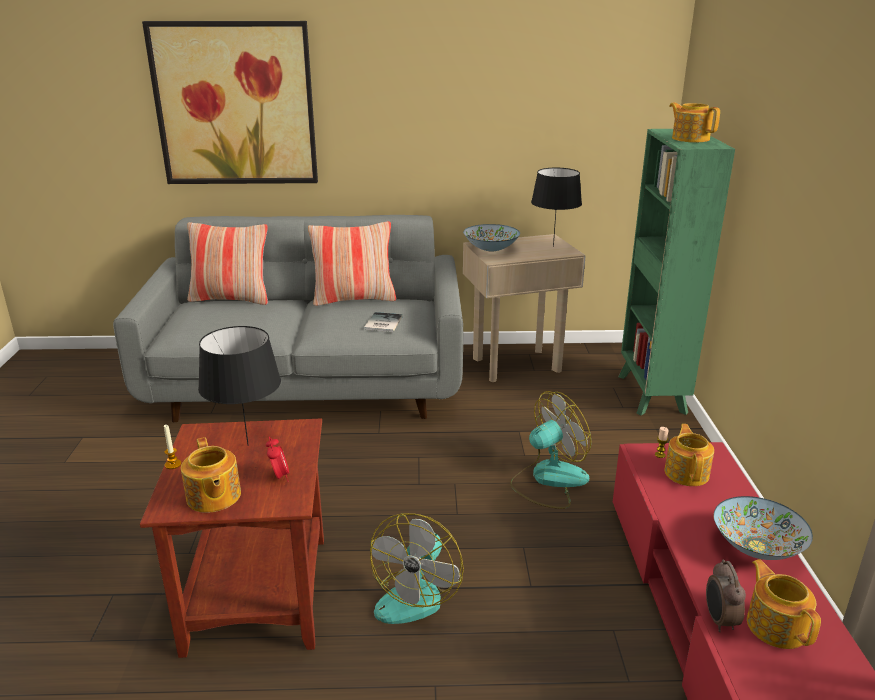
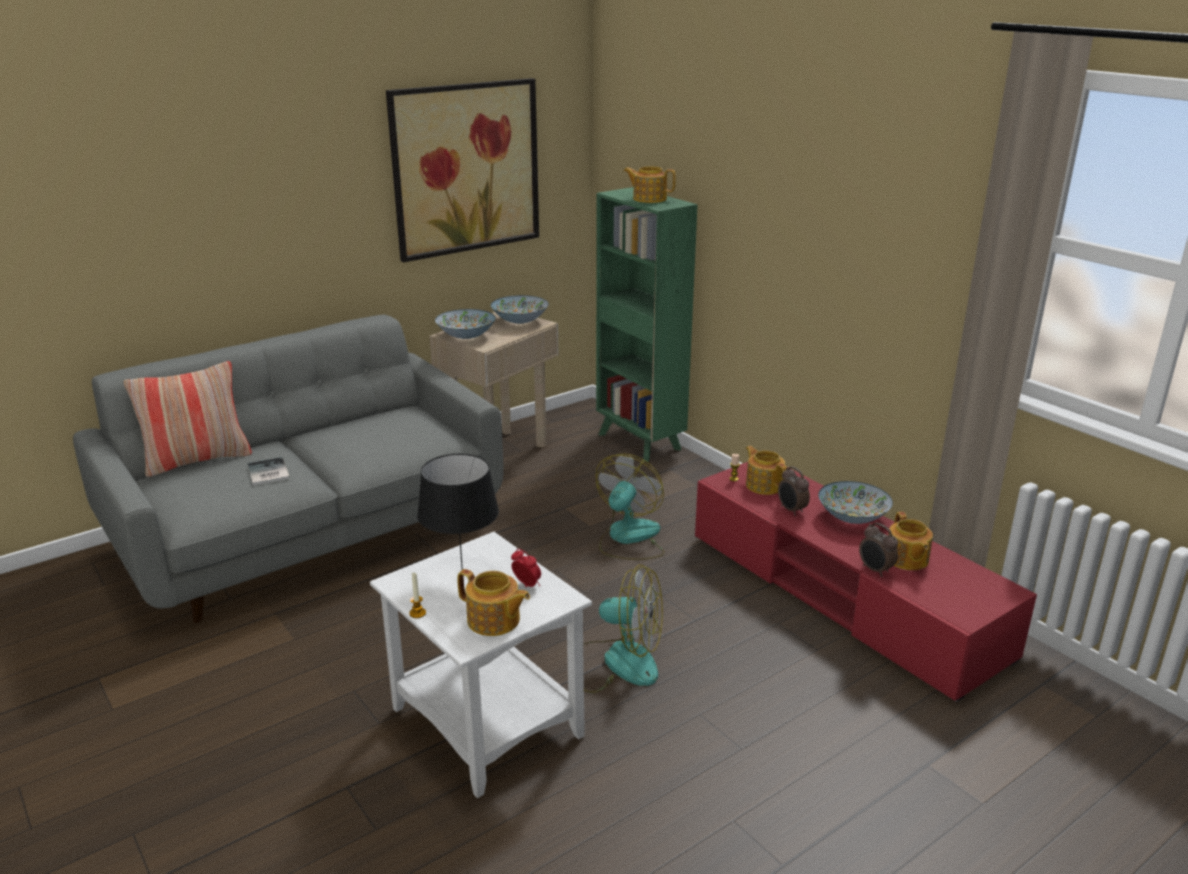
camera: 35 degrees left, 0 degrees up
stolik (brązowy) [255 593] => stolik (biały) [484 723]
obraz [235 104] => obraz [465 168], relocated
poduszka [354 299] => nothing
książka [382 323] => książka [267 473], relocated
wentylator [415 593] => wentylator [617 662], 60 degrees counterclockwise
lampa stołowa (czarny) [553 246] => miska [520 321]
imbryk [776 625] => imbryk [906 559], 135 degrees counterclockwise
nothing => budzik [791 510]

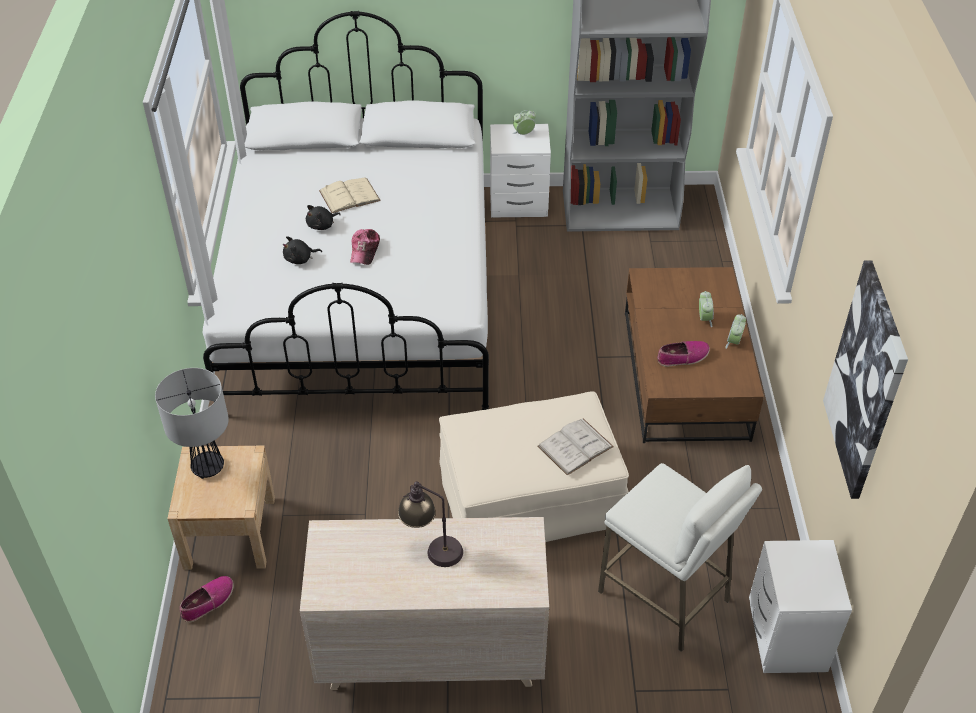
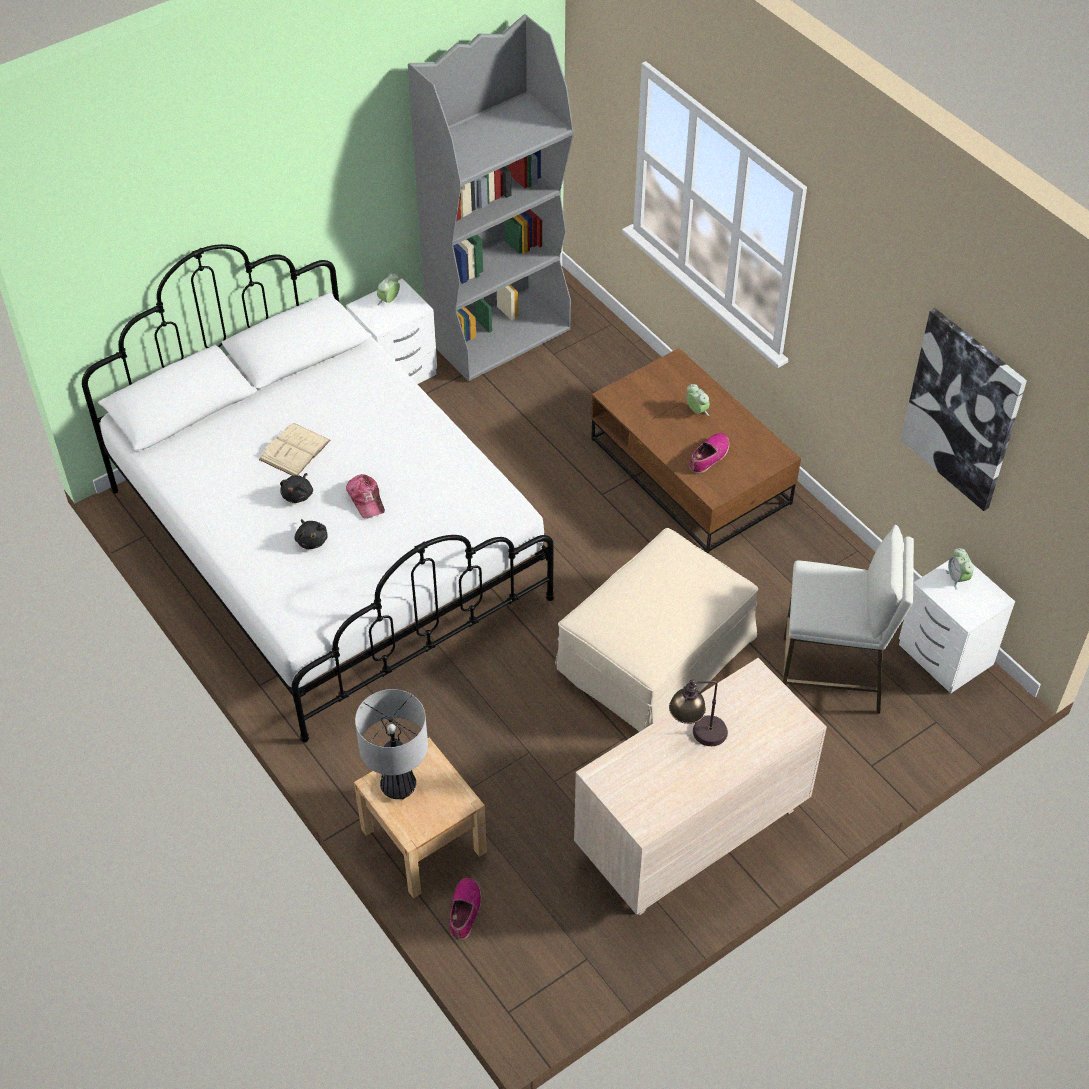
camera: 35 degrees left, 5 degrees up
pluszak (czarny) [300 259] => pluszak (czarny) [311 540], 60 degrees counterclockwise
książka (biały) [575 446] => nothing
budzik [734 342] => budzik [957 578], relocated

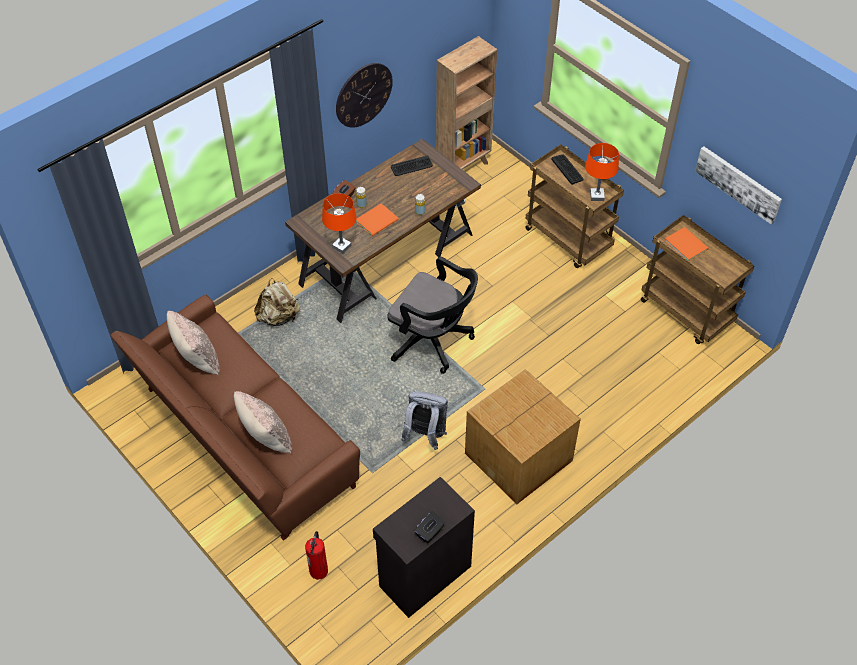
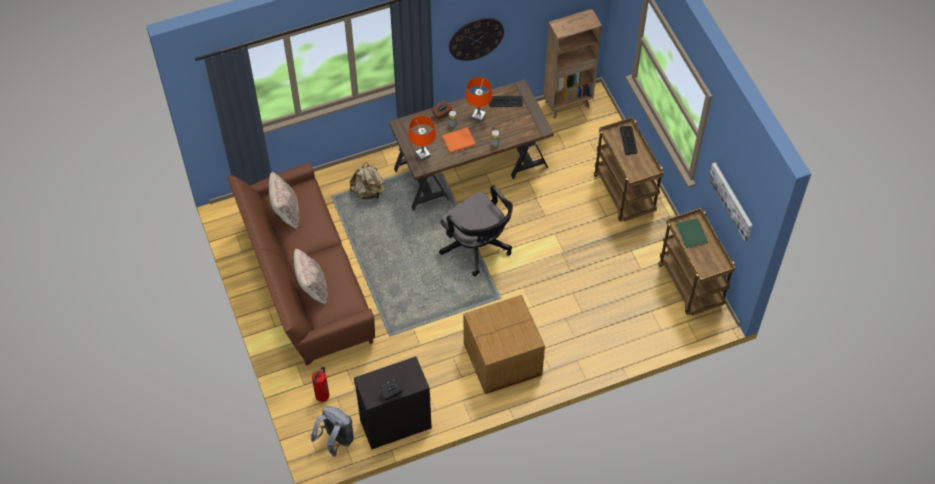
camera: 20 degrees right, 5 degrees up
plecak (szary) [425 435] => plecak (szary) [336 440], relocated
lampa stołowa (pomarańczowy) [597 196] => lampa stołowa (pomarańczowy) [478 116], relocated
książka (pomarańczowy) [686 244] => książka (zielony) [692 232]

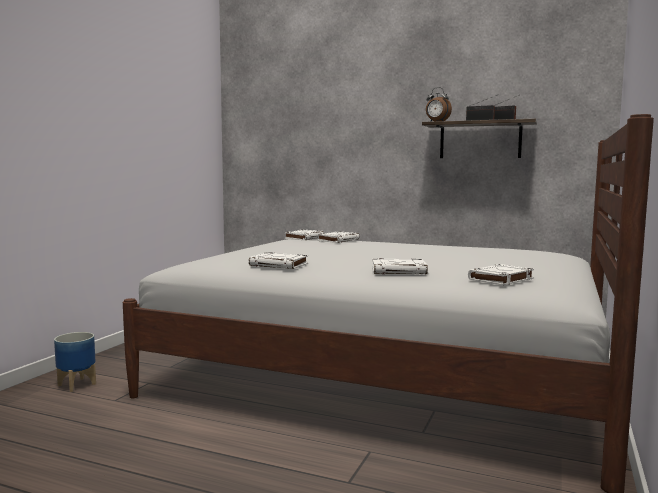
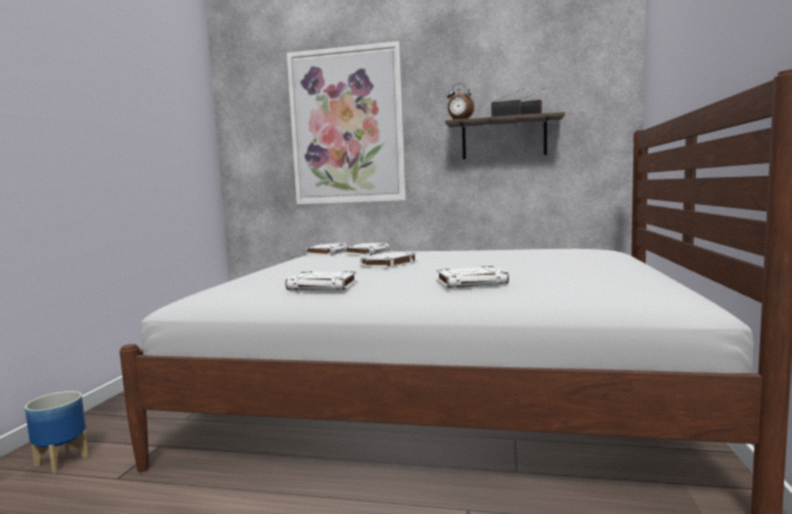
camera: 10 degrees left, 0 degrees up
książka (biały) [500 279] => książka (biały) [388 264], relocated
nothing => obraz [347 126]

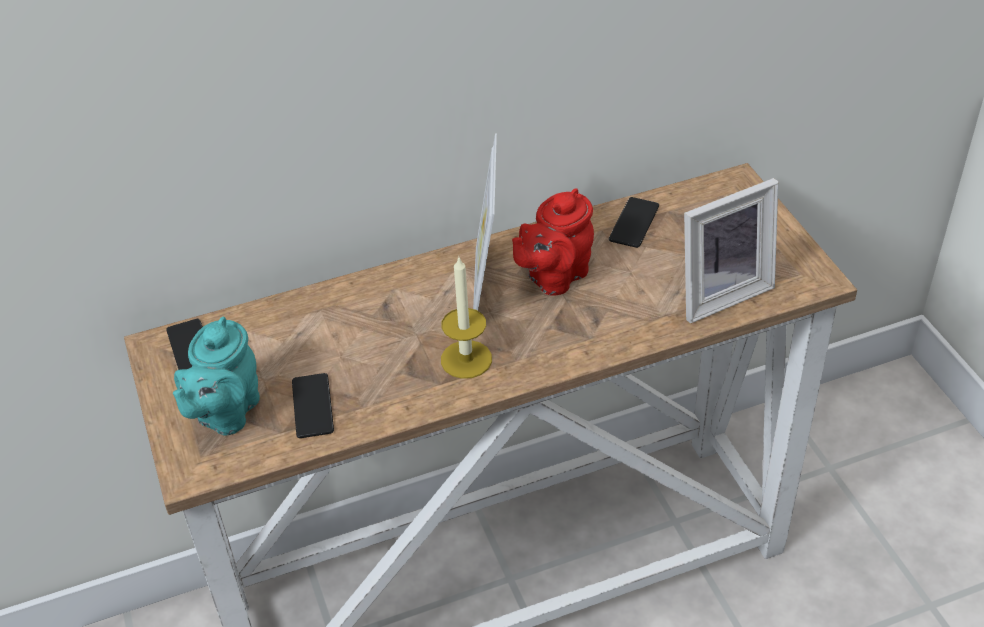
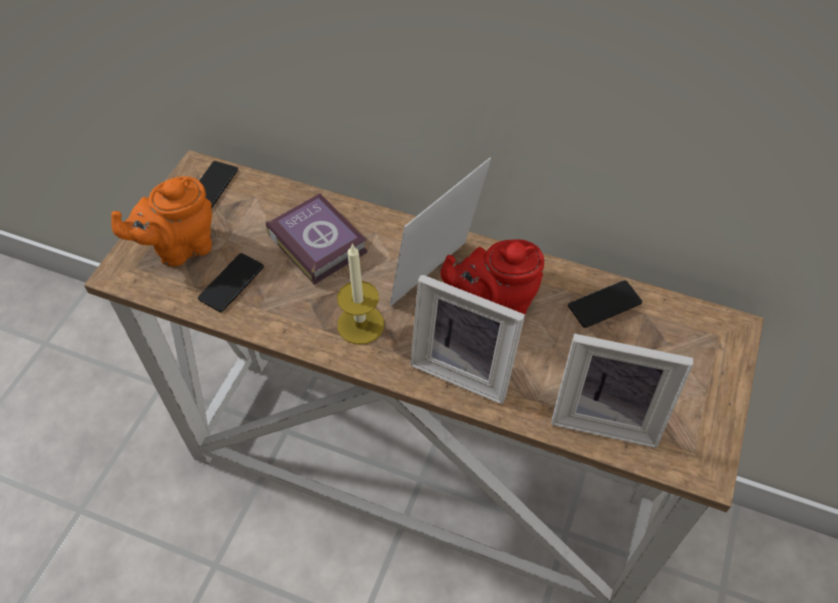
camera: 40 degrees right, 10 degrees up
imbryk (turkusowy) [225 413] => imbryk (pomarańczowy) [180 248]
nothing => książka [317 241]
nothing => ramka na zdjęcie [464 367]

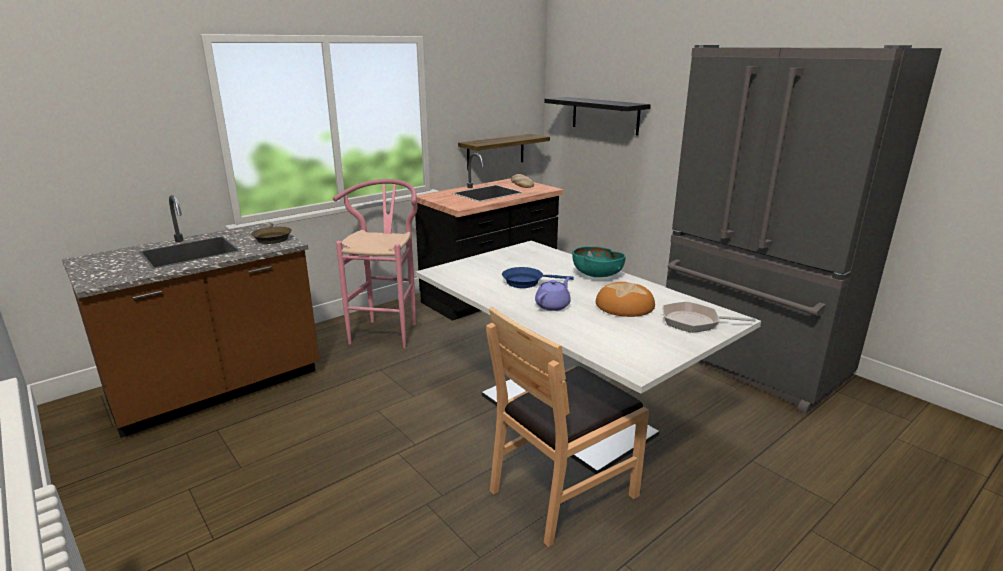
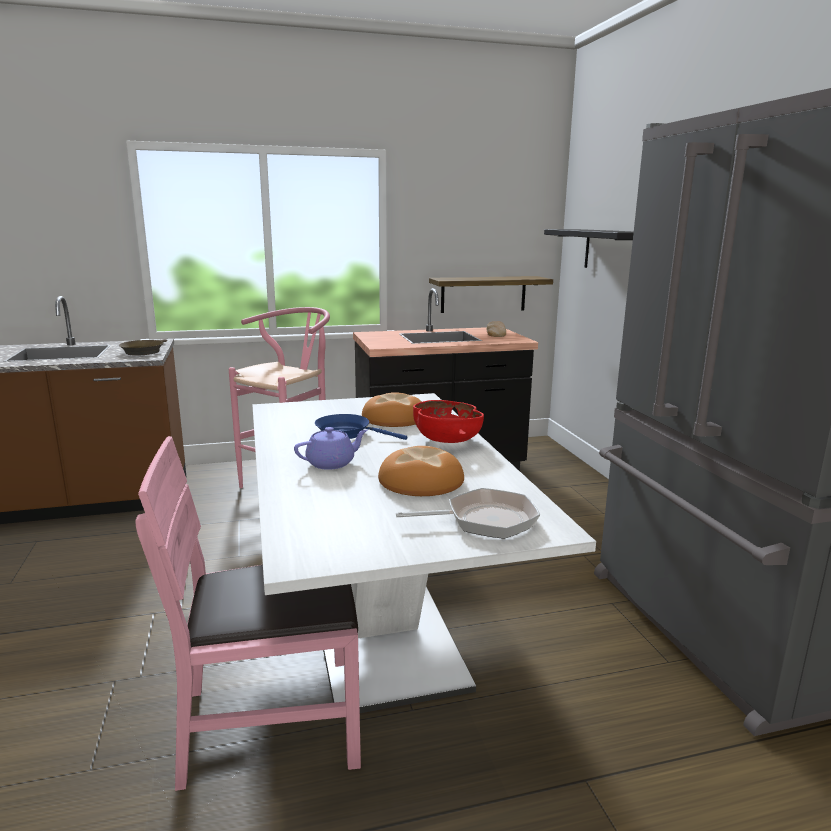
camera: 25 degrees right, 5 degrees down
krzesło (brązowy) [562 491] => krzesło (różowy) [271 723]
miska (turkusowy) [596 275] => miska (czerwony) [446 441]
patelnia [694 322] => patelnia [484 520], 135 degrees clockwise
nothing => chleb [395 418]

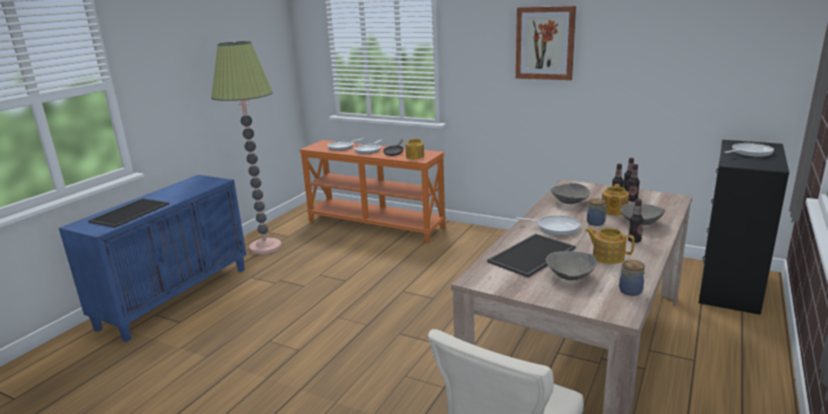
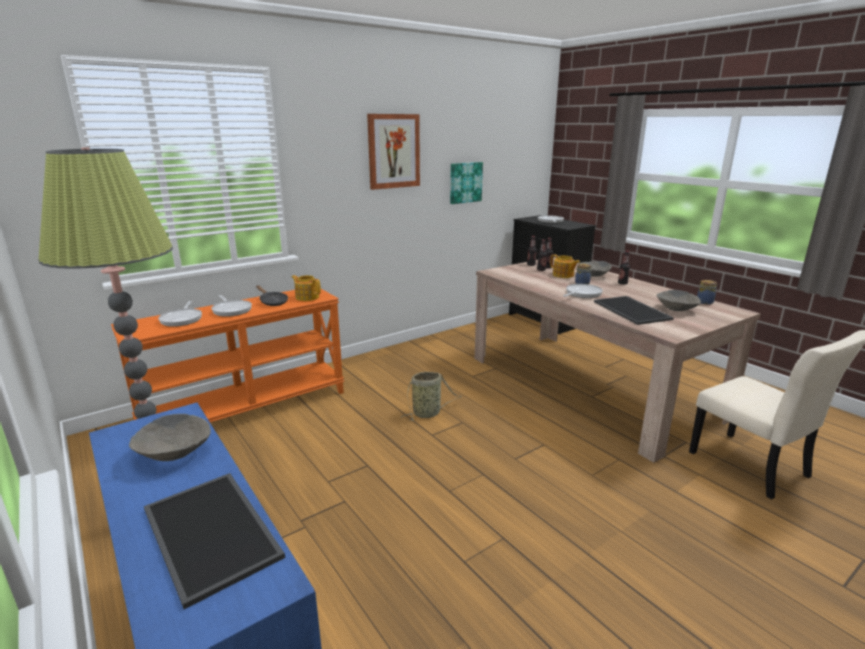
camera: 65 degrees left, 0 degrees up
miska (szary) [569 202] => miska (szary) [175 453], relocated
imbryk [607 256] => nothing
nothing => koszyk [428 413]
nothing => obraz [465 182]

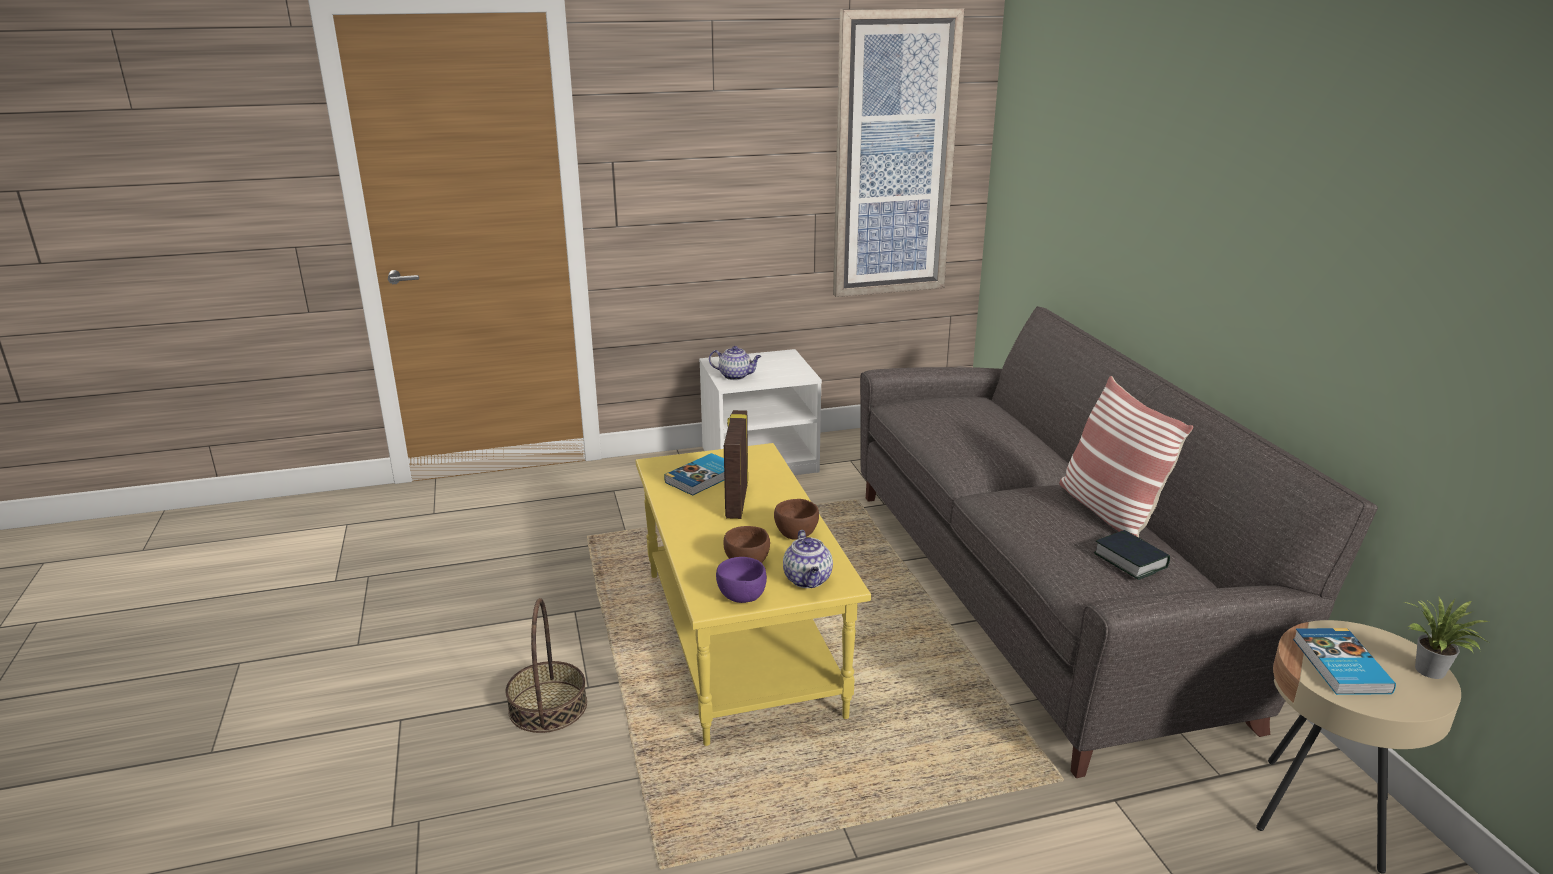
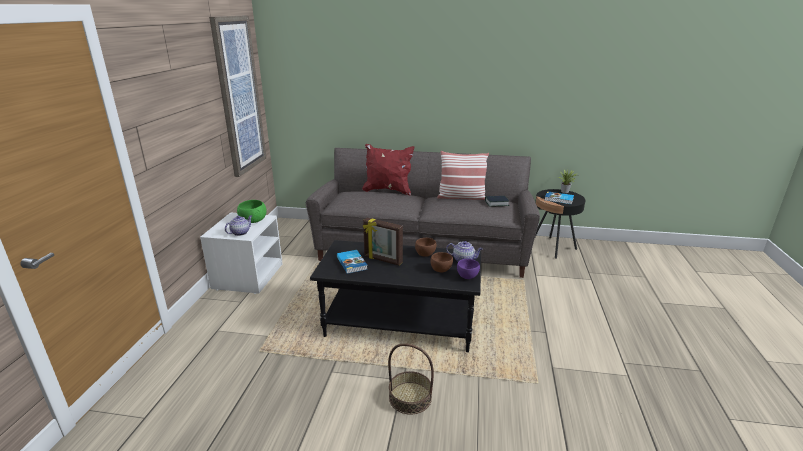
camera: 65 degrees left, 0 degrees up
ława (żółty) [743 641] => ława (czarny) [401 323]
stolik (beżowy) [1322 813] => stolik (czarny) [552 247]
nothing => miska (zielony) [253 220]
nothing => poduszka (czerwony) [388 190]

